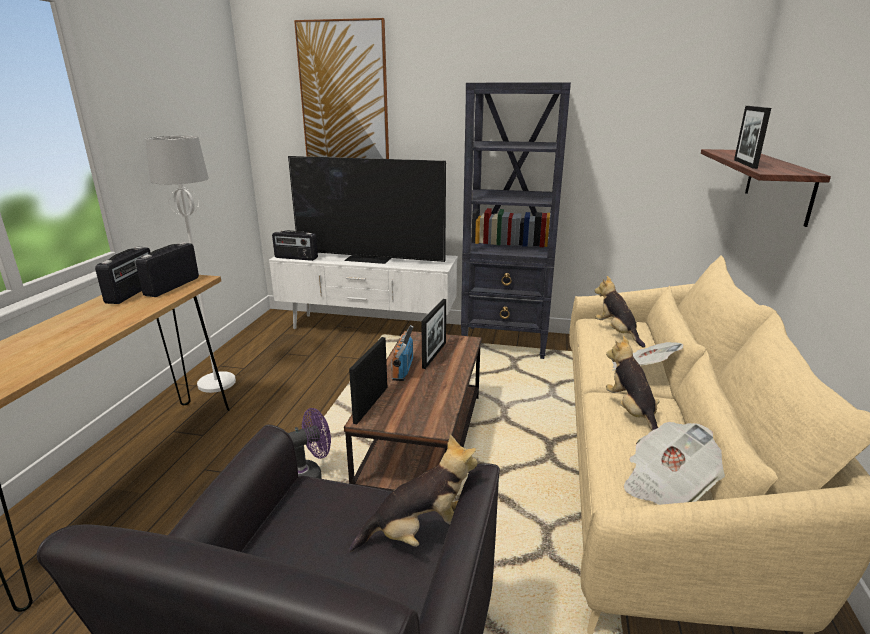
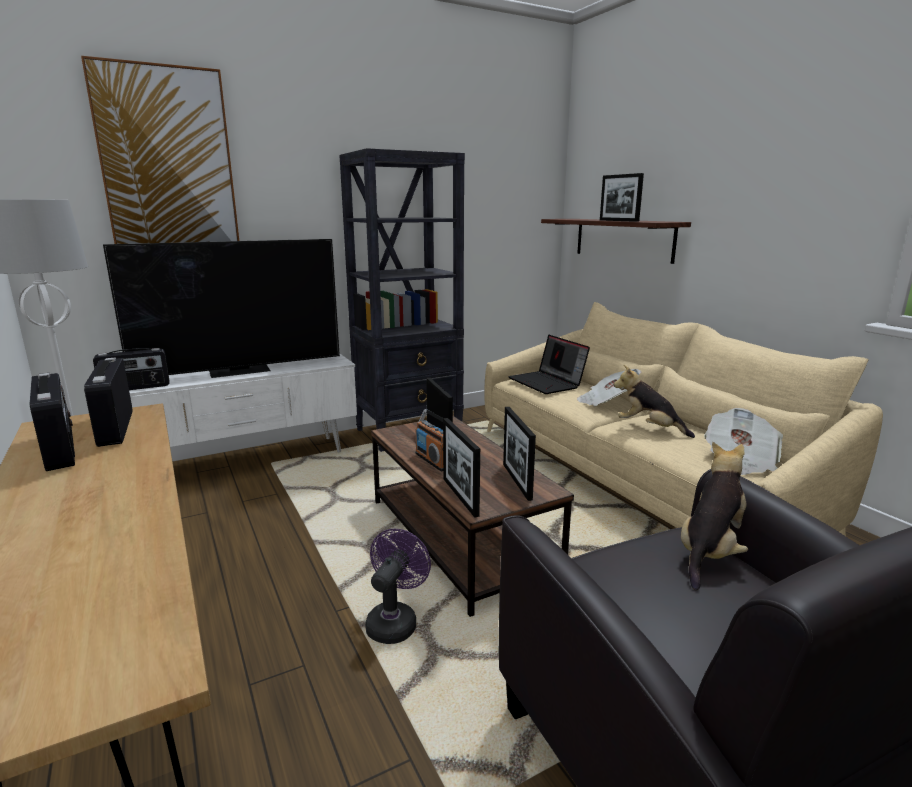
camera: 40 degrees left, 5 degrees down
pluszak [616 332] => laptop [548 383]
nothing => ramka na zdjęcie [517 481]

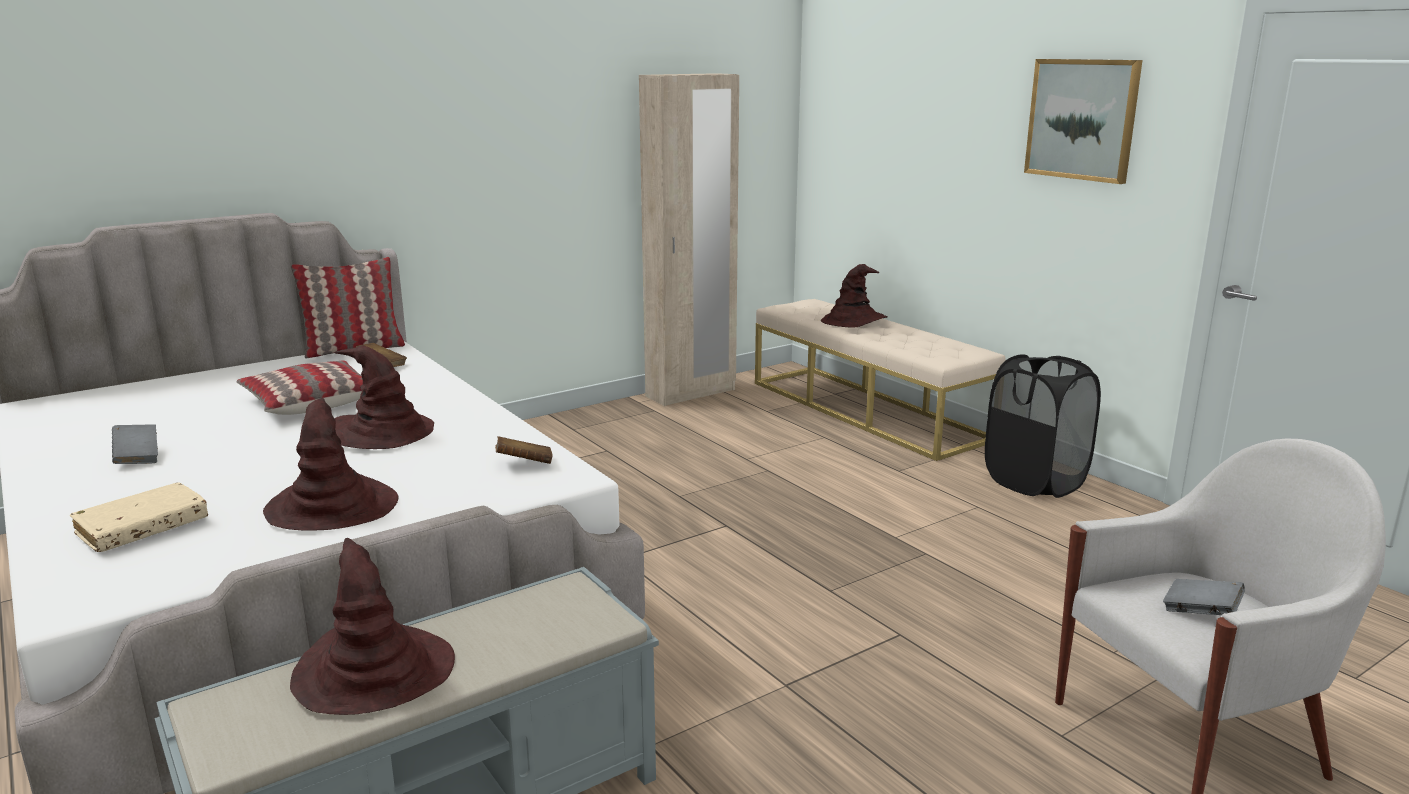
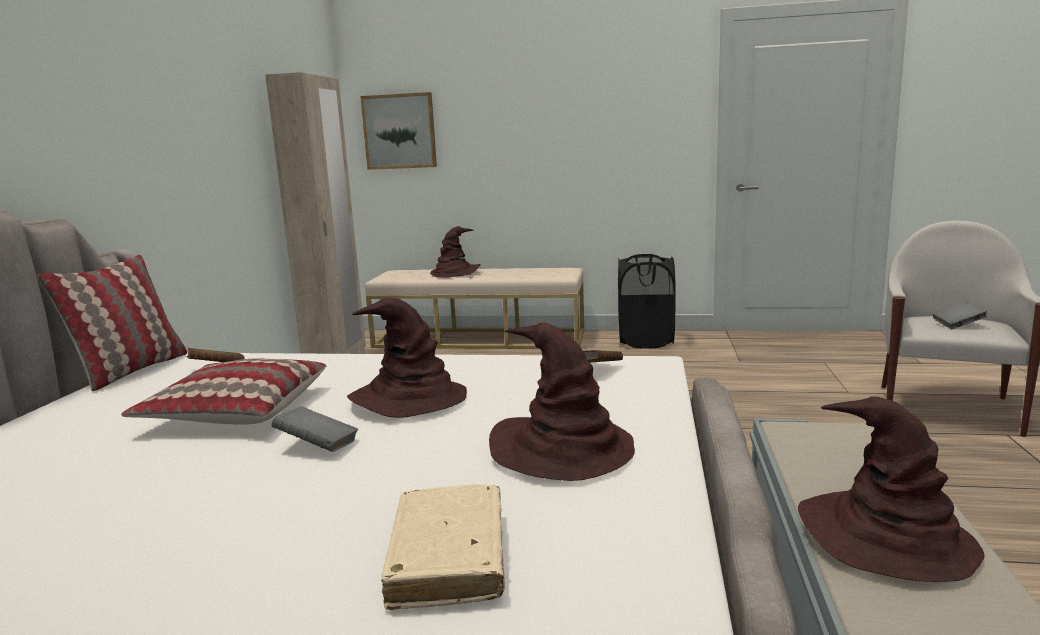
camera: 45 degrees left, 5 degrees down
książka (szary) [137 458] => książka (szary) [318 446], relocated
obraz [1082 119] => obraz [399 131], relocated

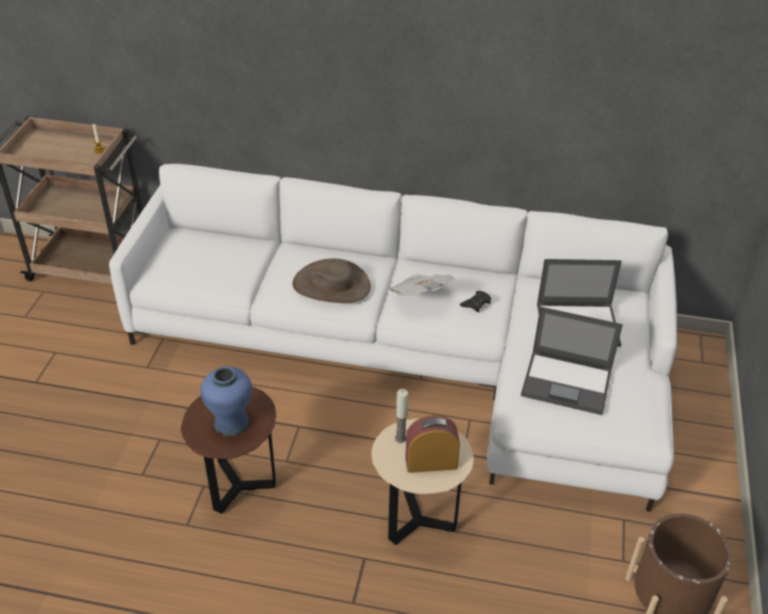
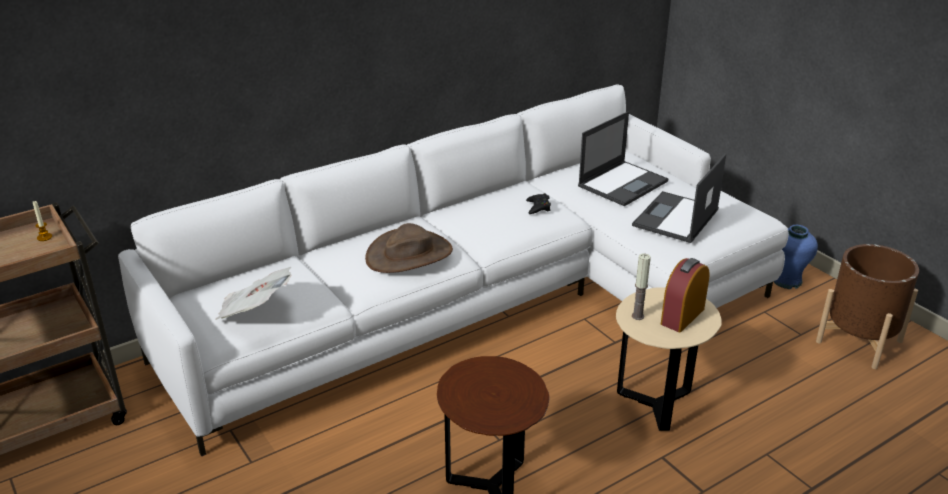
camera: 45 degrees left, 10 degrees down
wazon (niebieski) [231 424] => wazon (niebieski) [787 281], relocated
gazeta [420 296] => gazeta [255 311], relocated
laptop [567 383] => laptop [675 218], 150 degrees clockwise

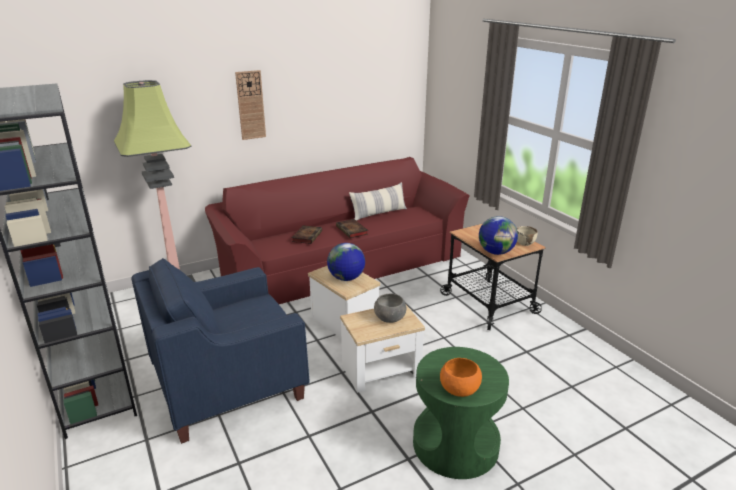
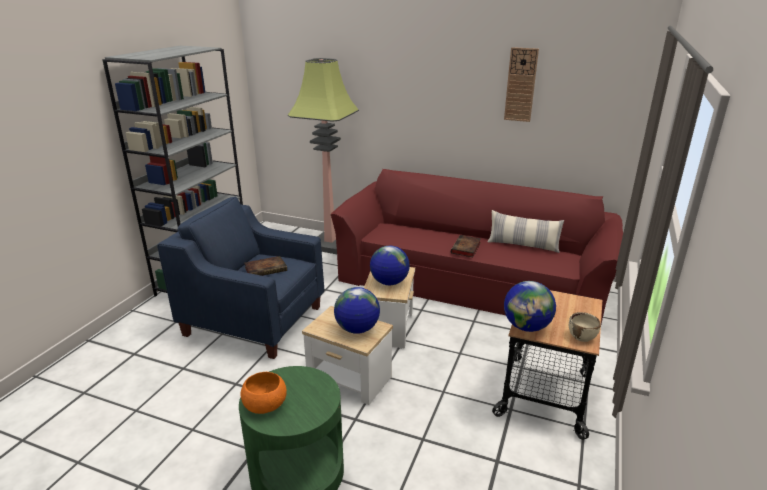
camera: 50 degrees right, 0 degrees up
zegar ścienny [250 105] => zegar ścienny [521 85], relocated
książka [307 236] => książka [266 269], relocated
miska (szary) [390 318] => globus [357 329]

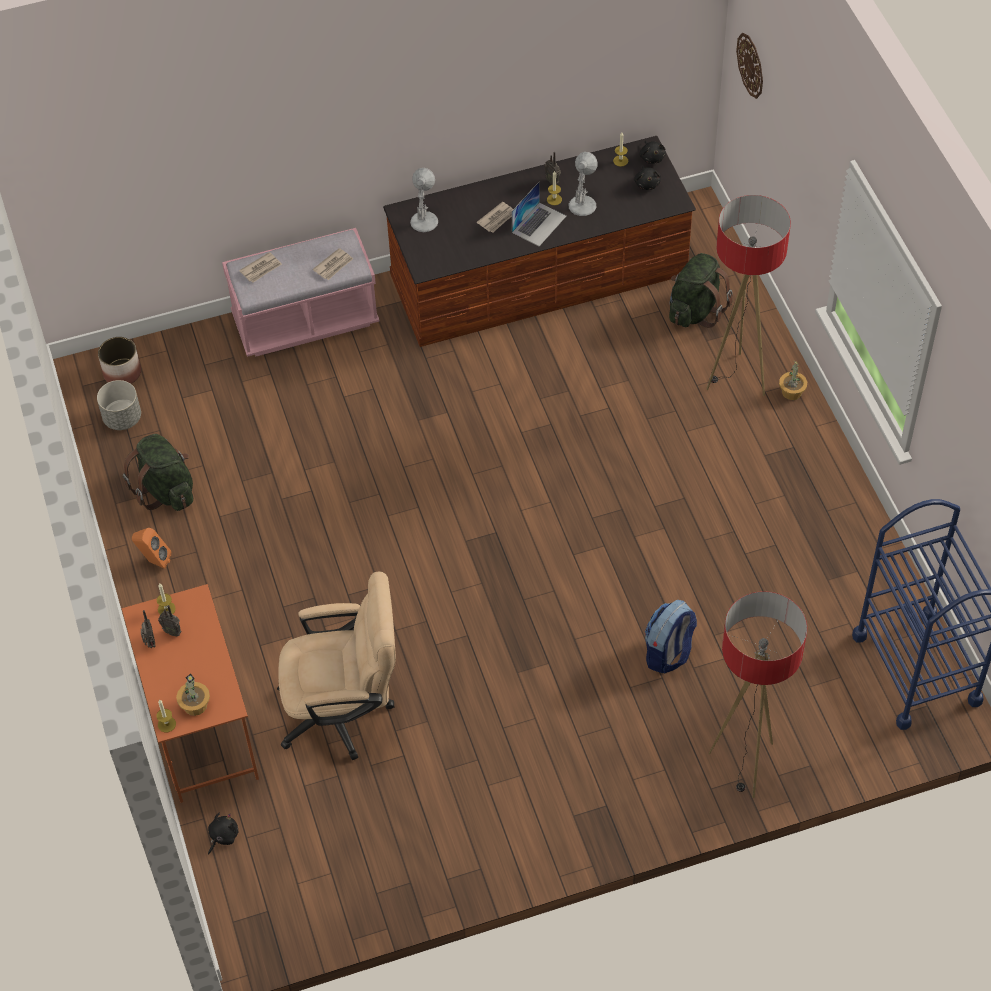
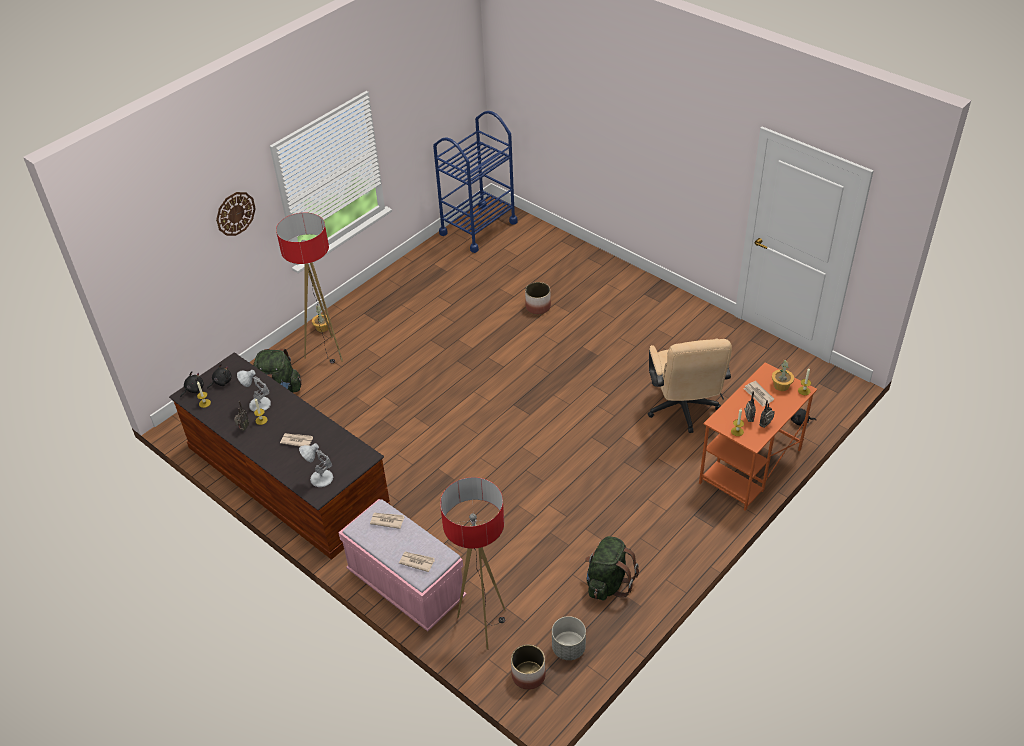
camera: 120 degrees left, 10 degrees down
głośnik (pomarańczowy) [154 561] => nothing
krzesło biurowe (beżowy) [345 712] => krzesło biurowe (beżowy) [683 410], 150 degrees counterclockwise
laptop [539 224] => nothing
plecak [668 653] => donica [538 307]
lampa stojąca [744 765] => lampa stojąca [483 625], relocated
zegar ścienny [750 65] => zegar ścienny [235 213], relocated
nothing => gazeta [758 395]

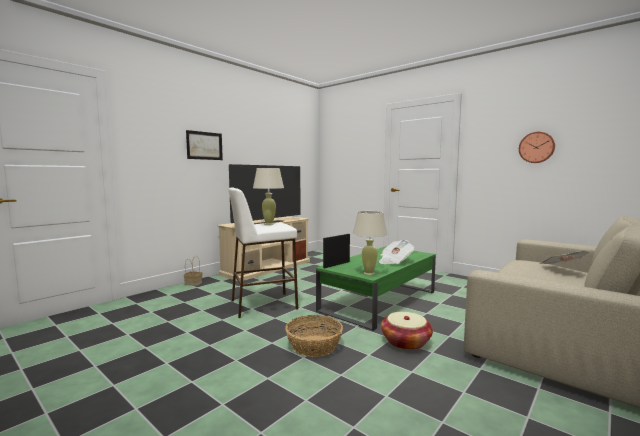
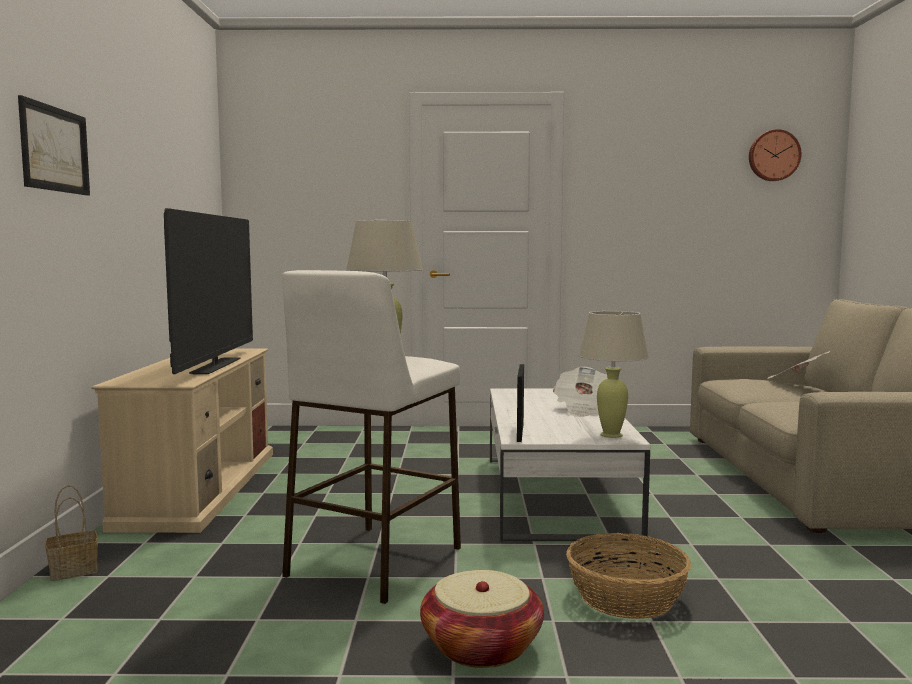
camera: 40 degrees left, 0 degrees up
ława (zielony) [379 301] => ława (biały) [555 494]
koszyk [406 342] => koszyk [481 646], relocated
zegar ścienny [536 147] => zegar ścienny [773 155], relocated

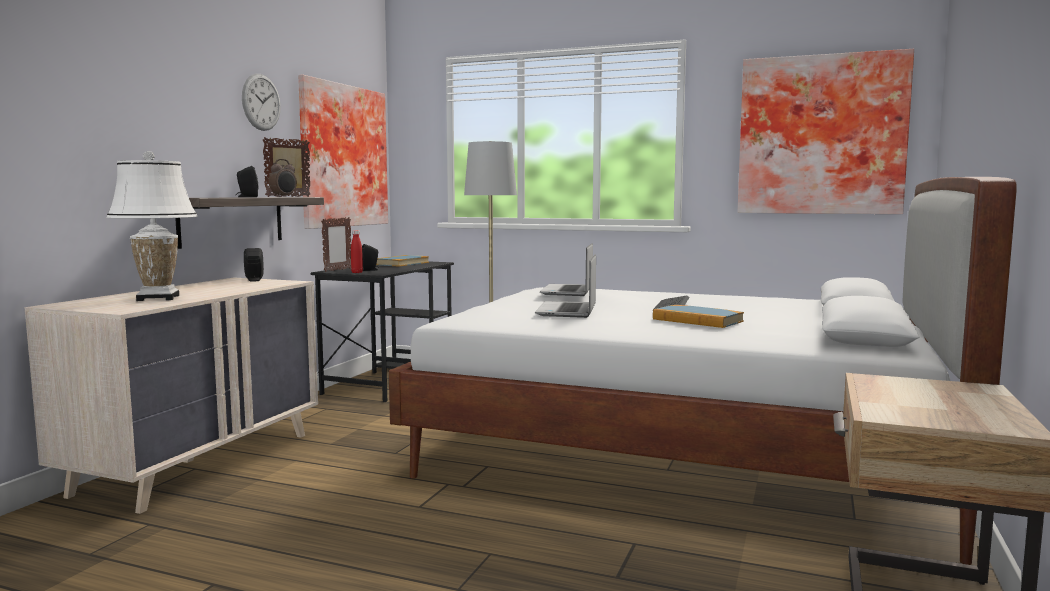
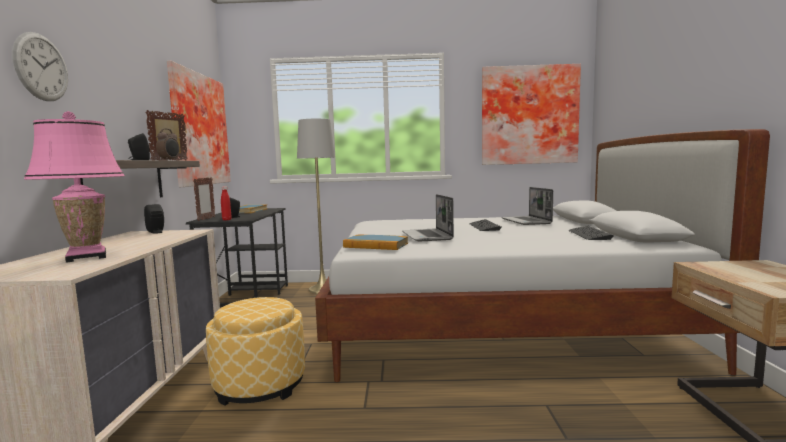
camera: 20 degrees left, 0 degrees up
lampa stołowa (biały) [157 298] => lampa stołowa (różowy) [86 257]
zegar ścienny [261 102] => zegar ścienny [41 67], relocated
laptop [568 291] => laptop [527 221], relocated
książka [697 320] => książka [376 245], relocated
nothing => pufa [260 384]
nothing => klawiatura [589 234]

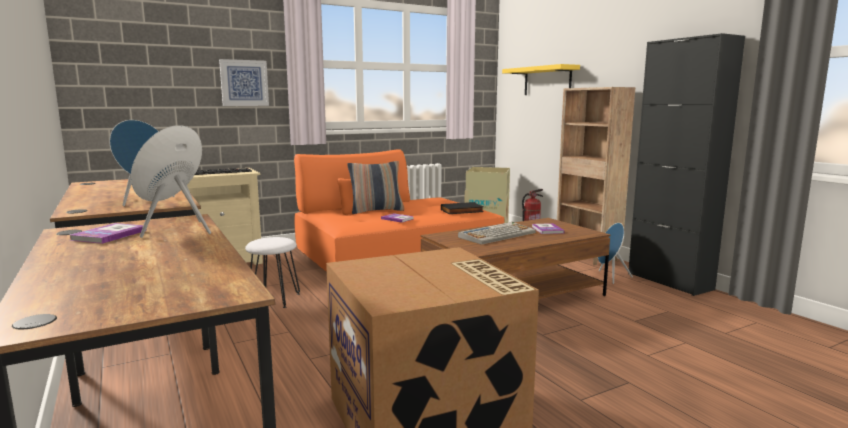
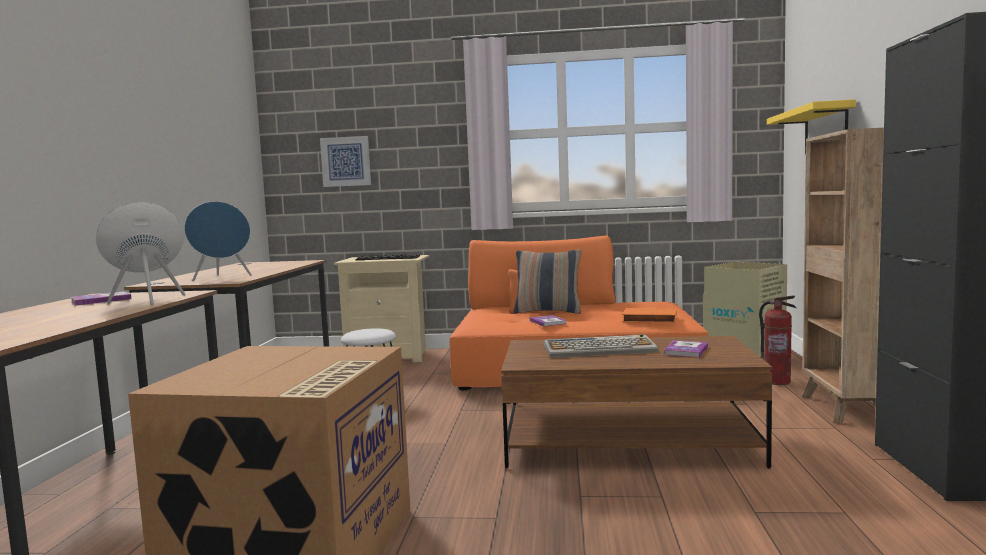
camera: 35 degrees right, 5 degrees down
obraz [244 83] => obraz [346 161], relocated
książka (czarny) [462 211] => książka (pomarańczowy) [649 319]
głośnik (niebieski) [610 277] => nothing

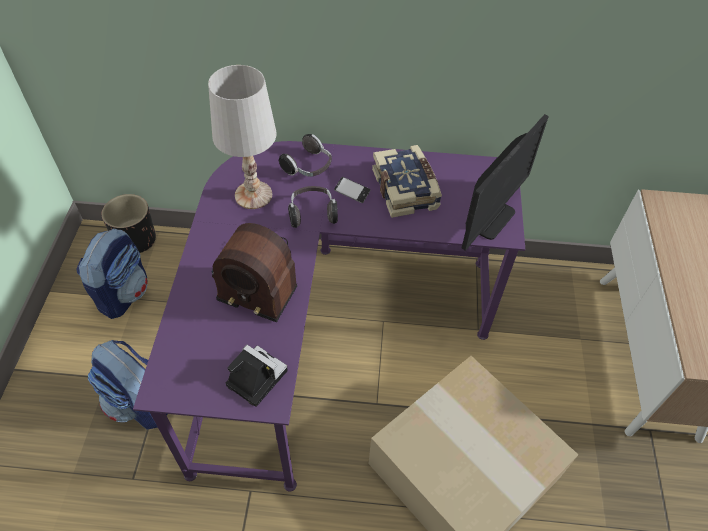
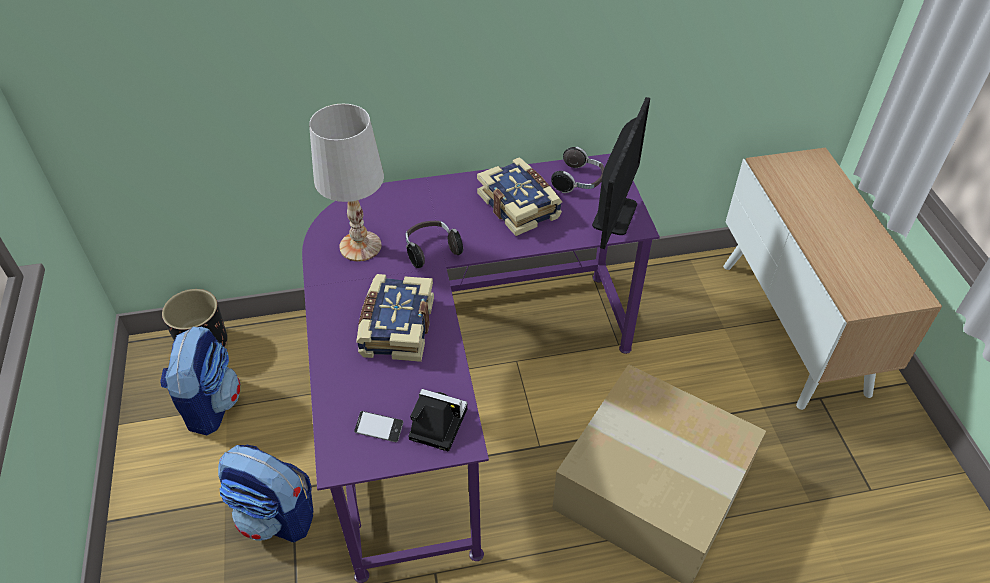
camera: 15 degrees left, 5 degrees down
radio [255 277] => książka [395 327]
słuchawki [309 167] => słuchawki [579 181], relocated
telefon [352 192] => telefon [379 429], relocated

